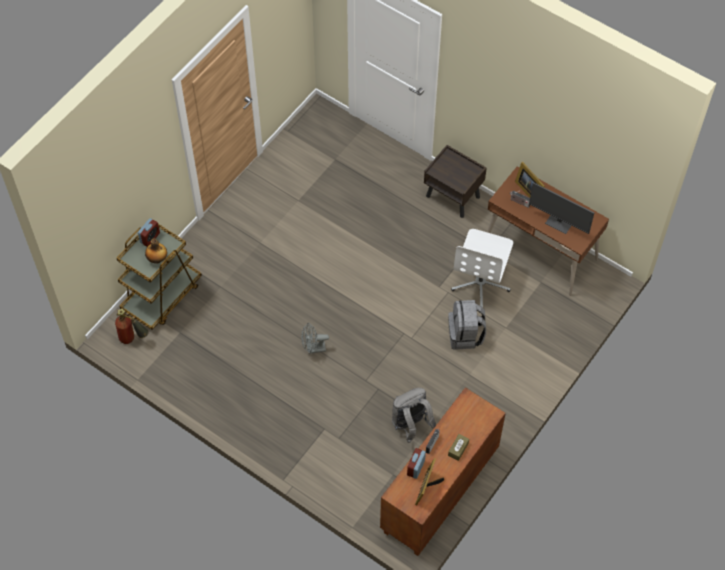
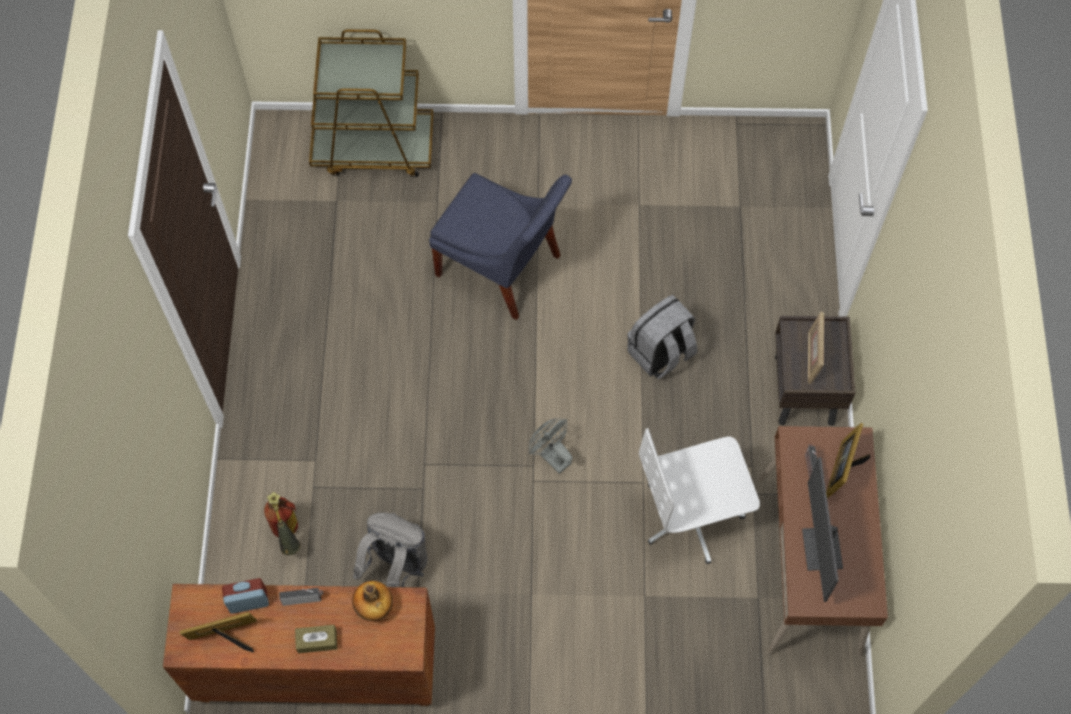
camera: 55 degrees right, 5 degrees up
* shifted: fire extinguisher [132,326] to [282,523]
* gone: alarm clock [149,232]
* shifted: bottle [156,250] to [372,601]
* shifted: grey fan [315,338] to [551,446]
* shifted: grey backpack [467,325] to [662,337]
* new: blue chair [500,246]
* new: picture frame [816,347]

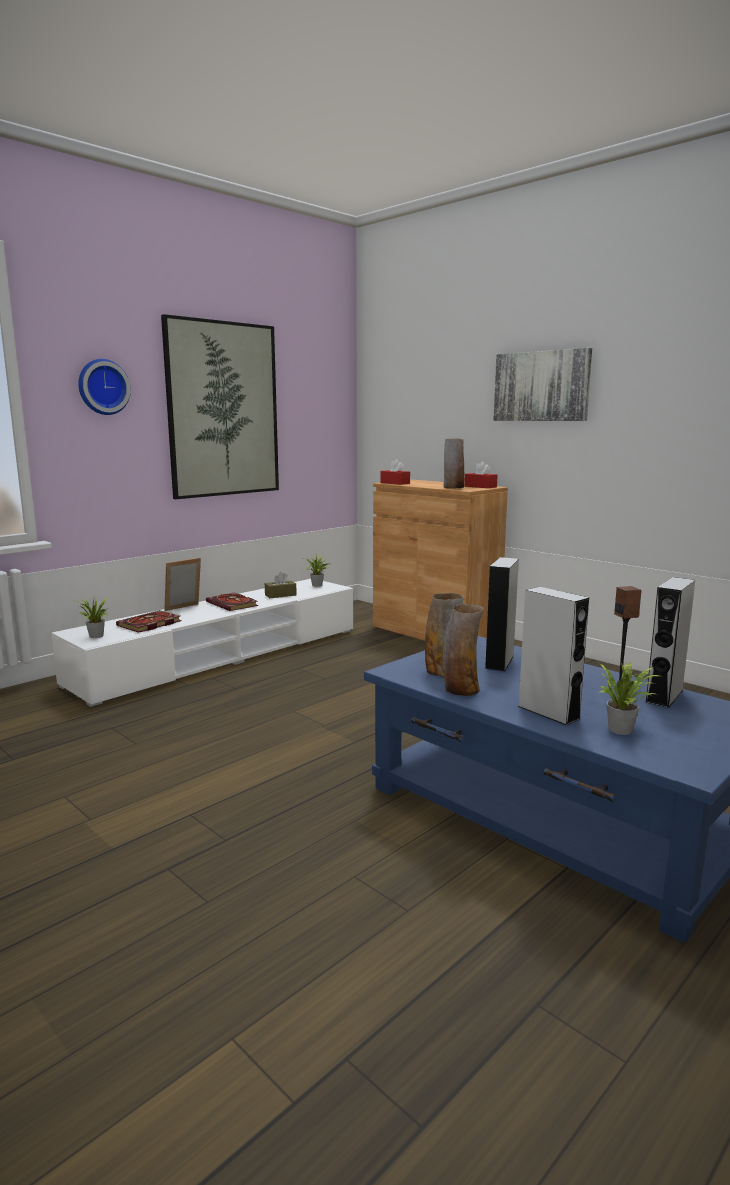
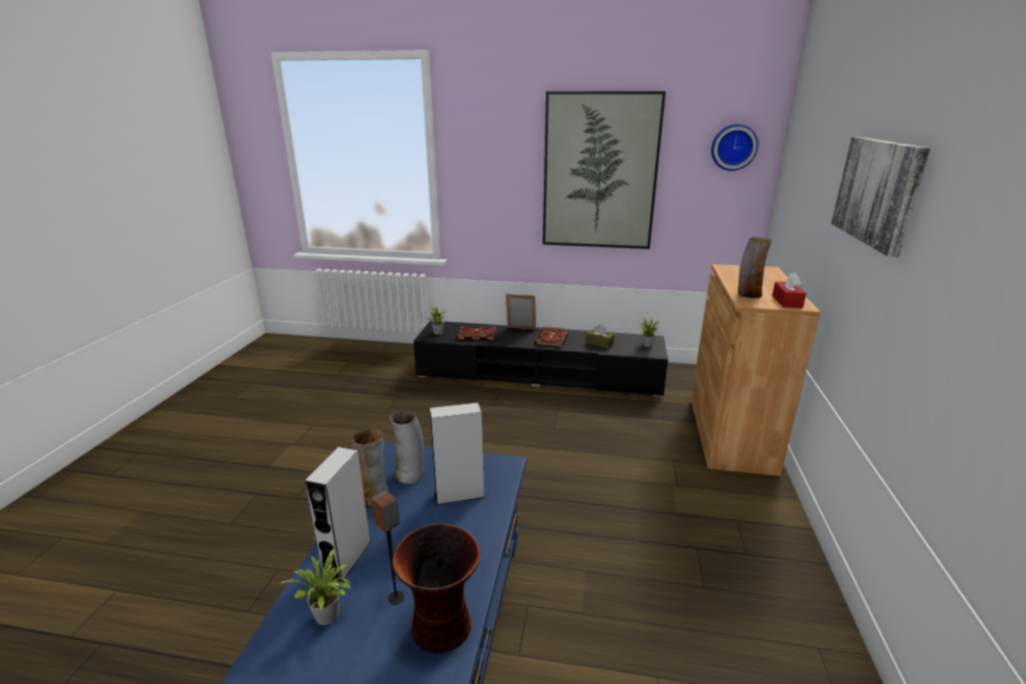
camera: 55 degrees right, 10 degrees up
* repainted: white tv stand [202,643] to black tv stand [540,359]
* shifted: wall clock [104,387] to [734,147]
* gone: red tissue box [395,472]
* swapped: grey speaker [670,642] to vase [436,589]

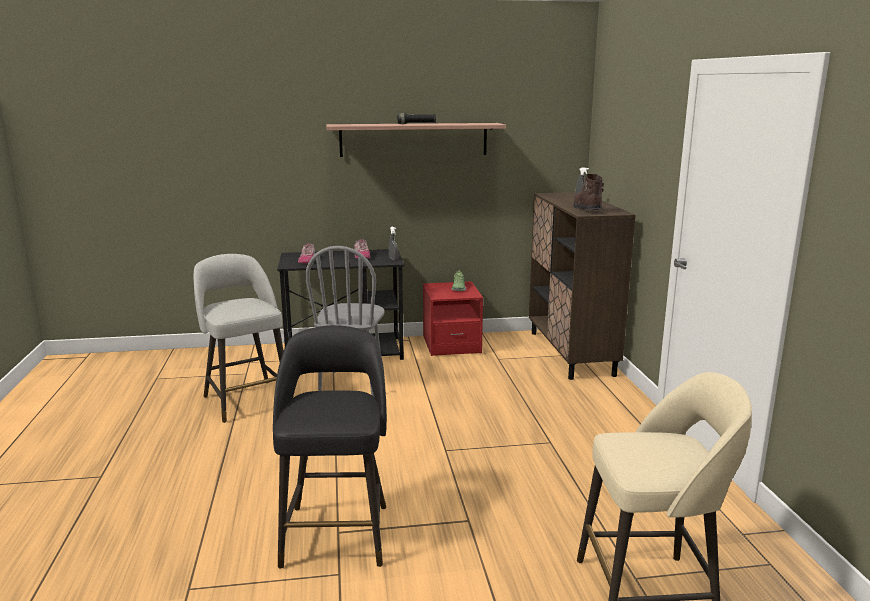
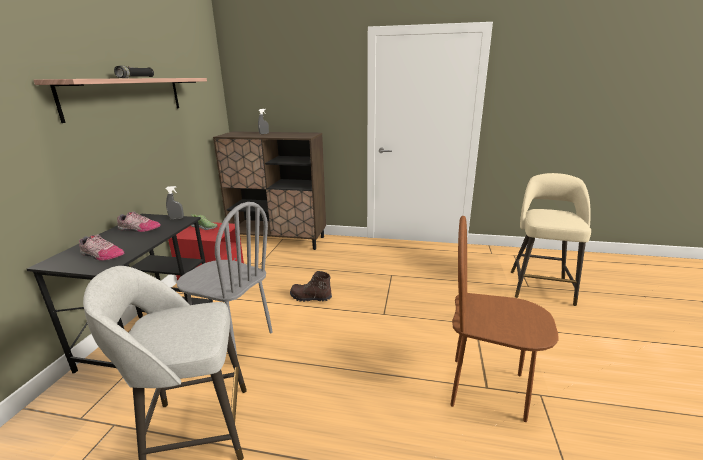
camera: 70 degrees left, 5 degrees up
* swapped: black stool [330,447] to brown chair [504,319]
* shifted: brown boot [588,192] to [311,286]

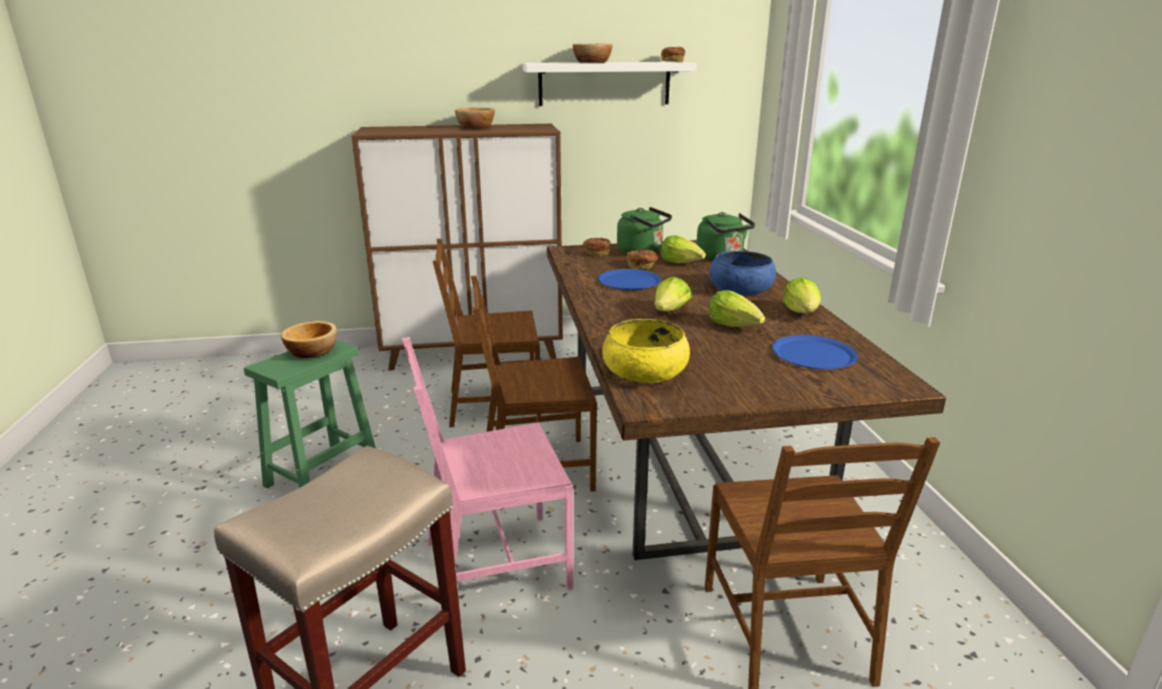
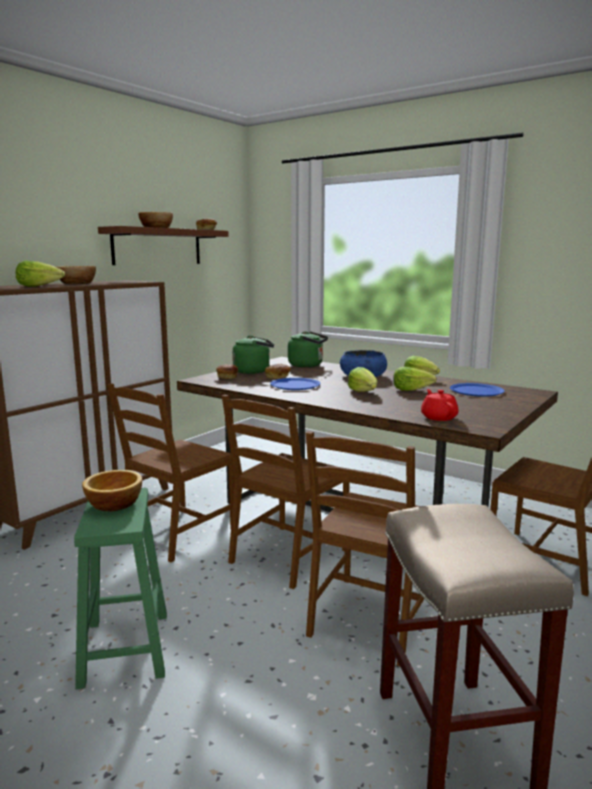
camera: 45 degrees left, 10 degrees down
* repainted: pink chair [487,474] to brown chair [365,548]
* repainted: white shelf [609,84] to brown shelf [163,245]
* swapped: yellow bowl [646,351] to red teapot [440,405]
* shifted: lettuce [683,249] to [40,273]

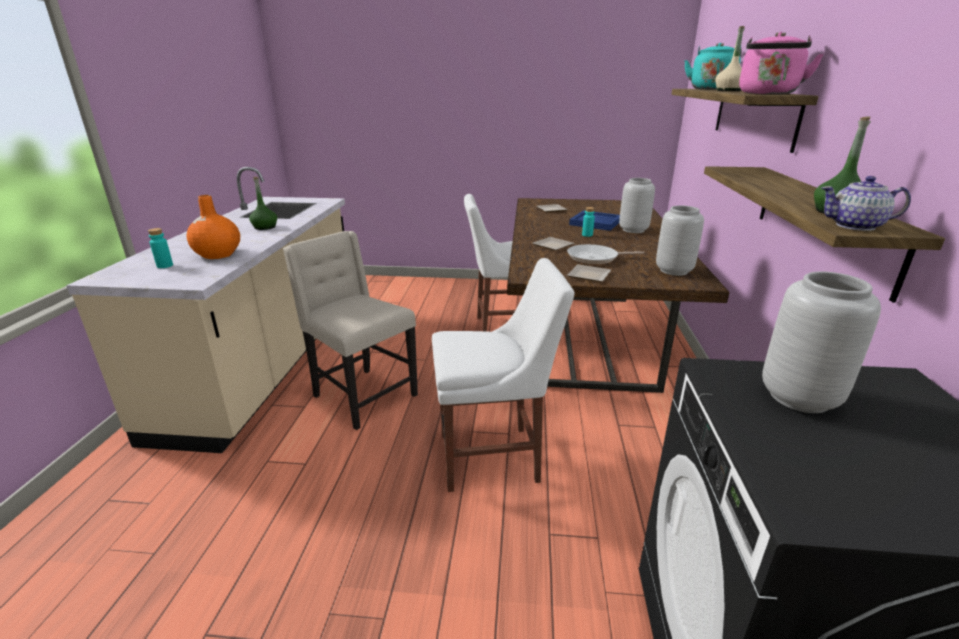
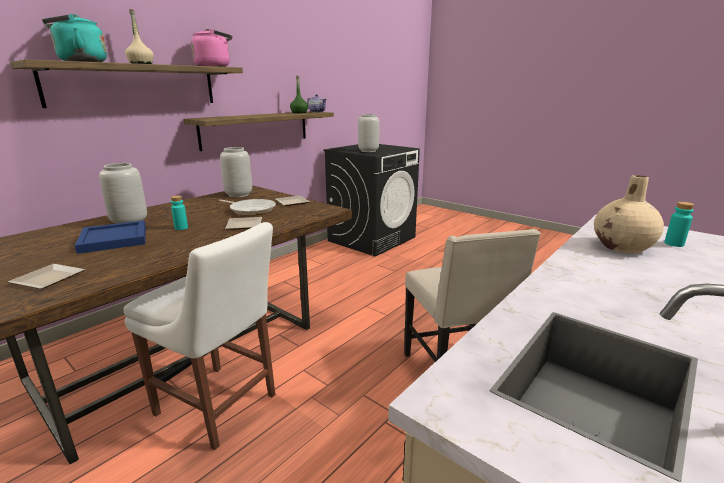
camera: 145 degrees left, 5 degrees down
* repainted: orange vase [213,227] to beige vase [629,214]
* gone: green bottle [263,203]
* gone: white chair [503,375]

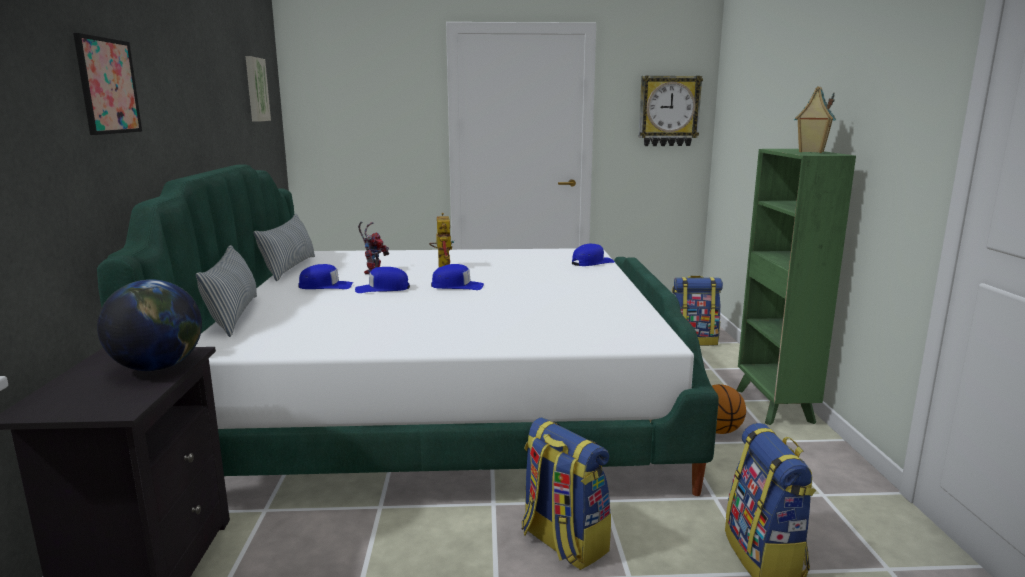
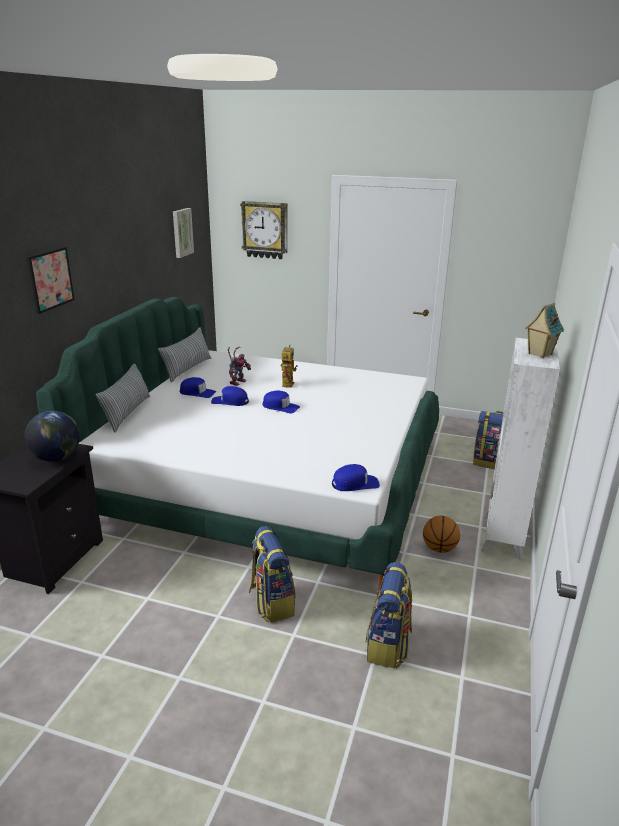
camera: 20 degrees right, 10 degrees up
* shifted: blue cap [593,255] to [356,477]
* shifted: wall clock [671,111] to [264,230]
* repainted: green bookcase [796,287] to white bookcase [520,449]

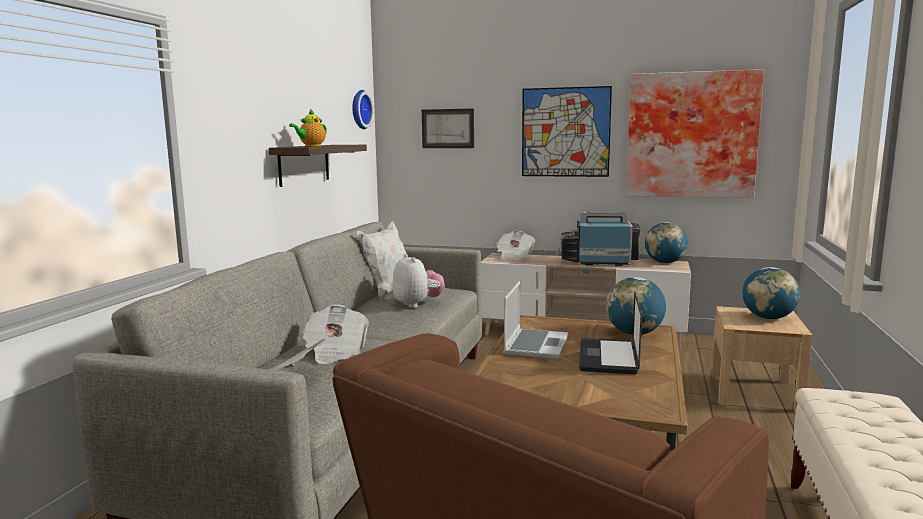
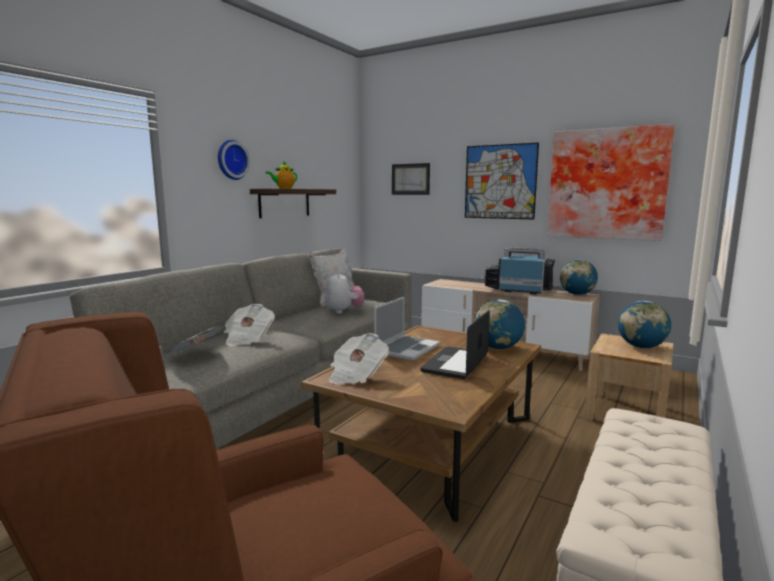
camera: 15 degrees right, 0 degrees up
* shifted: wall clock [363,109] to [234,160]
* shifted: newspaper [516,245] to [359,358]

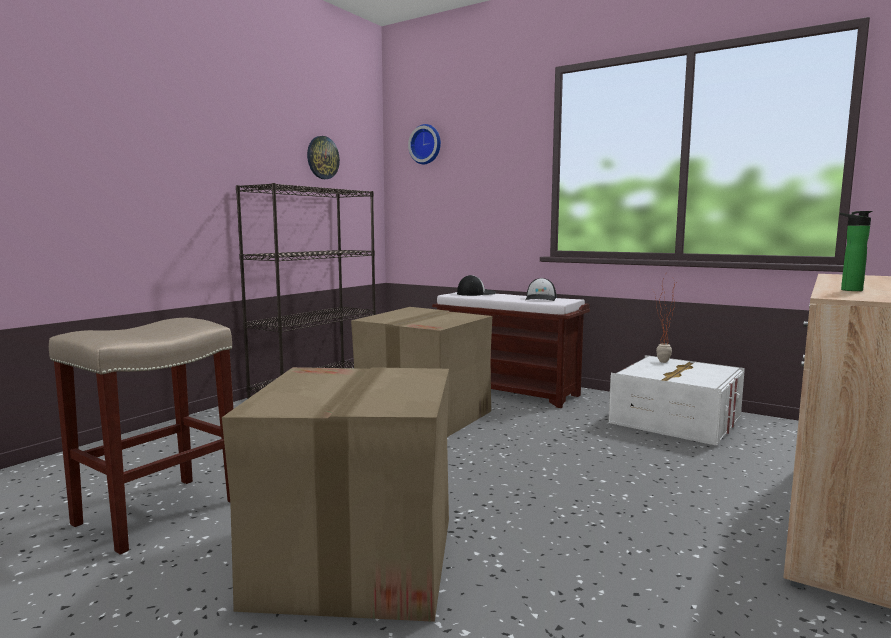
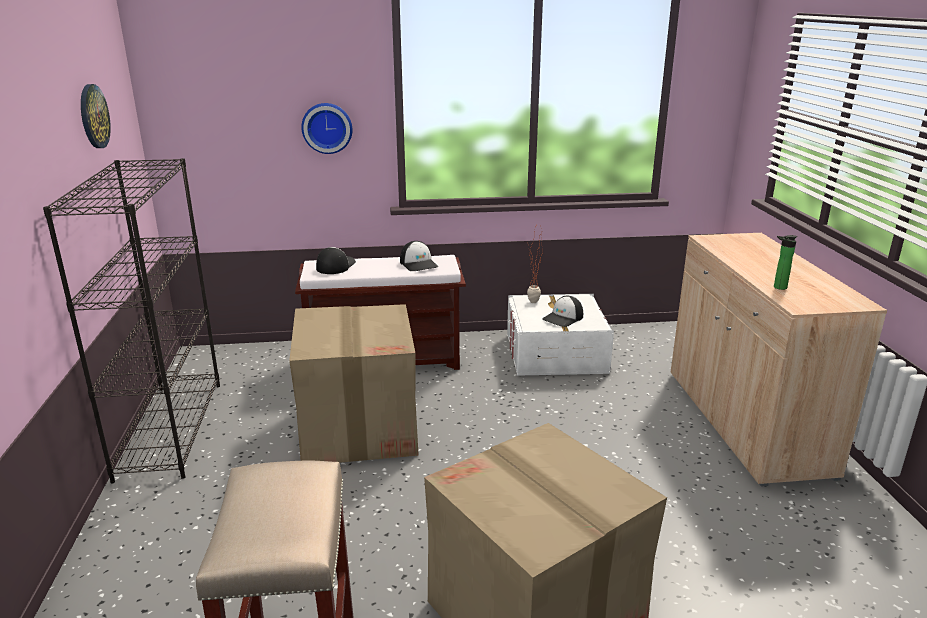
camera: 40 degrees left, 15 degrees up
* shifted: wall clock [424,144] to [327,128]
* new: cap [562,311]

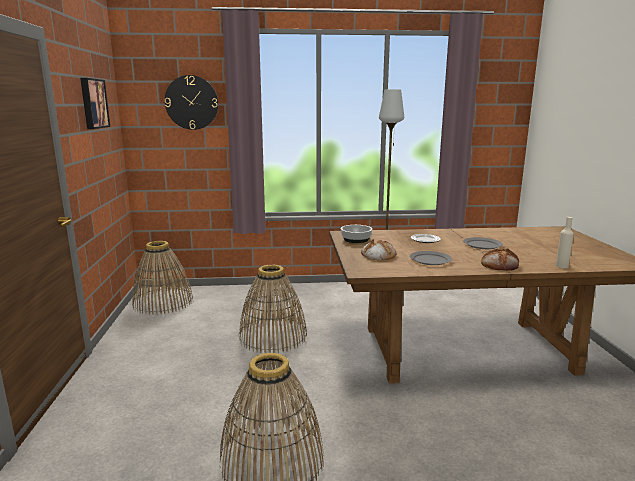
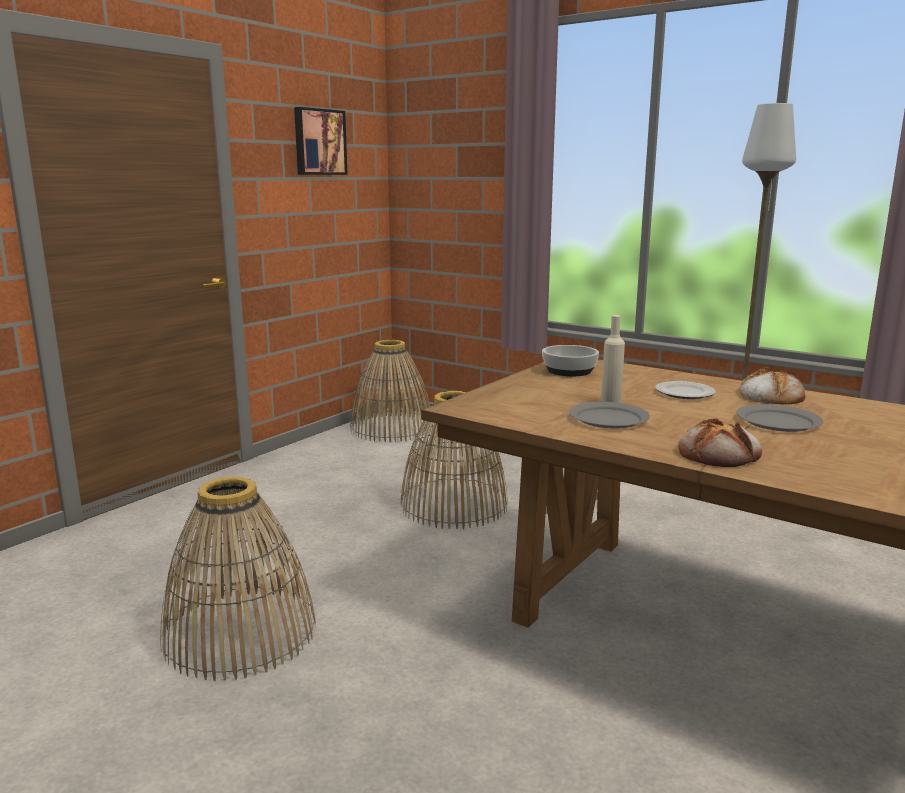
camera: 40 degrees right, 0 degrees up
* gone: wall clock [191,102]
* shifted: bread [378,249] to [772,385]
* shifted: beige bottle [565,242] to [613,359]

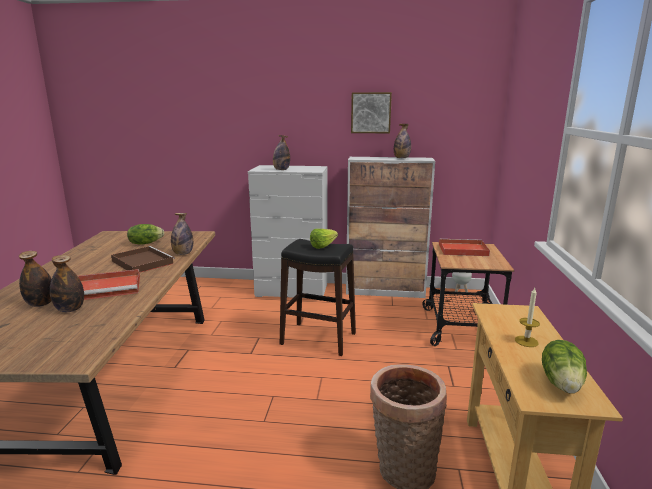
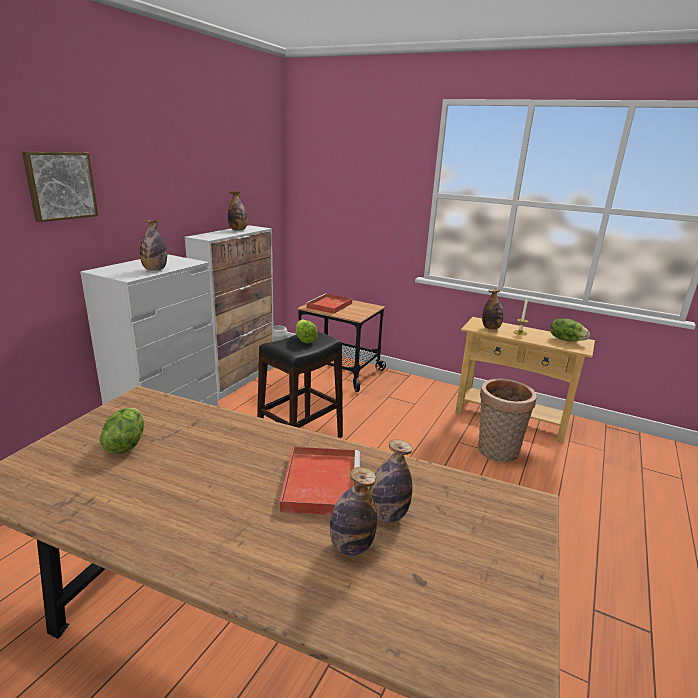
camera: 70 degrees left, 5 degrees up
* gone: brown tray [143,259]
* shifted: bottle [182,234] to [493,309]
* shifted: picture [371,112] to [60,187]

